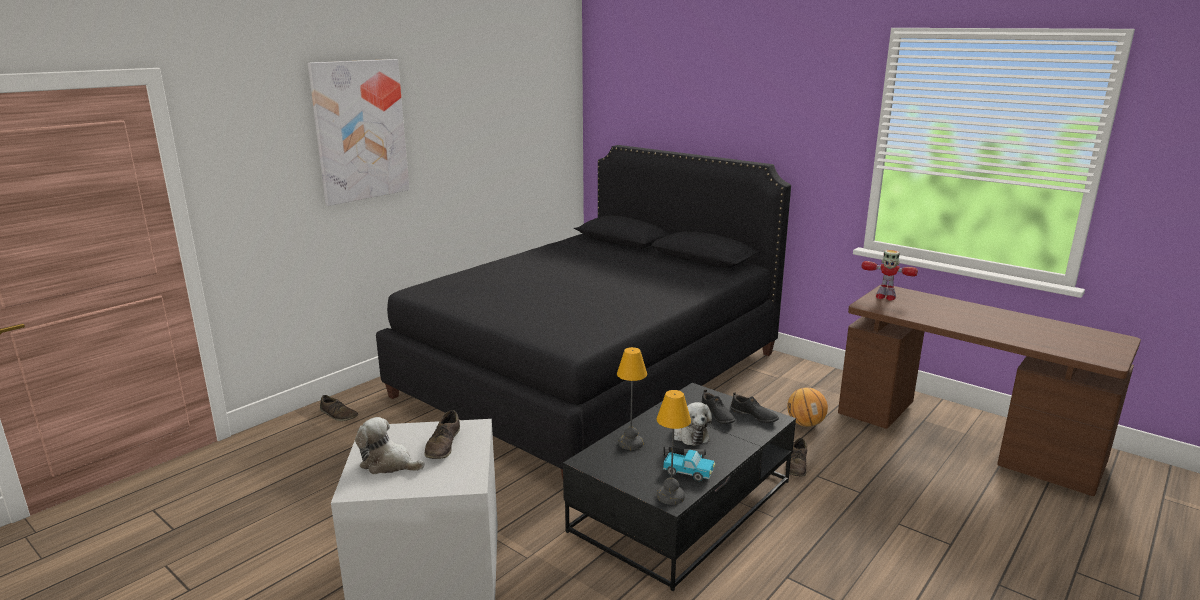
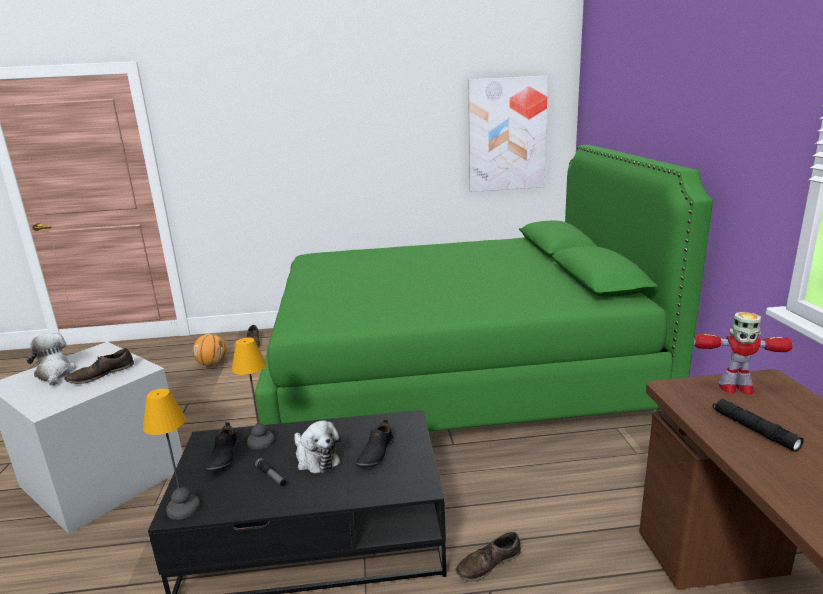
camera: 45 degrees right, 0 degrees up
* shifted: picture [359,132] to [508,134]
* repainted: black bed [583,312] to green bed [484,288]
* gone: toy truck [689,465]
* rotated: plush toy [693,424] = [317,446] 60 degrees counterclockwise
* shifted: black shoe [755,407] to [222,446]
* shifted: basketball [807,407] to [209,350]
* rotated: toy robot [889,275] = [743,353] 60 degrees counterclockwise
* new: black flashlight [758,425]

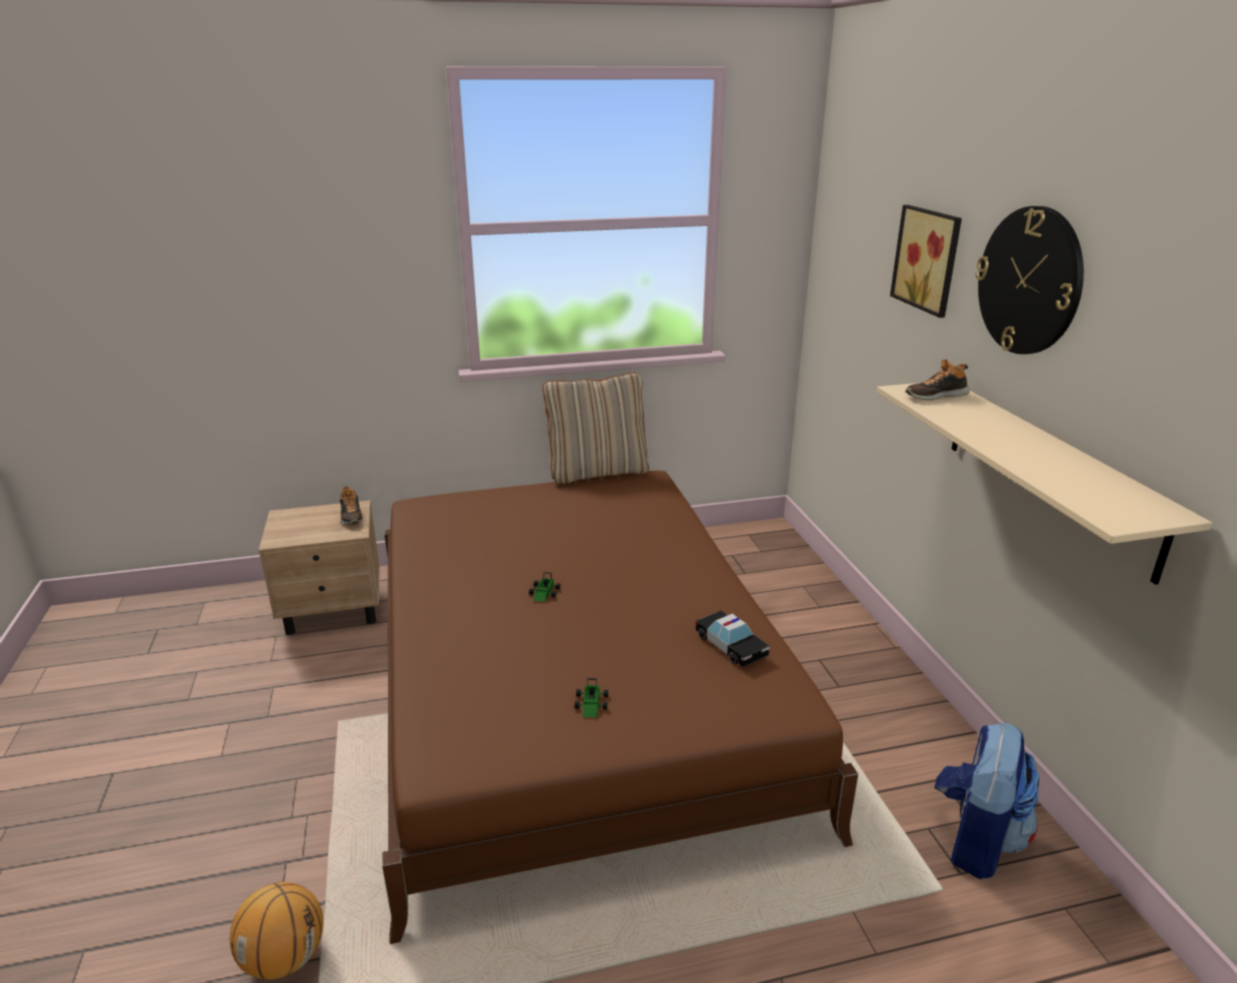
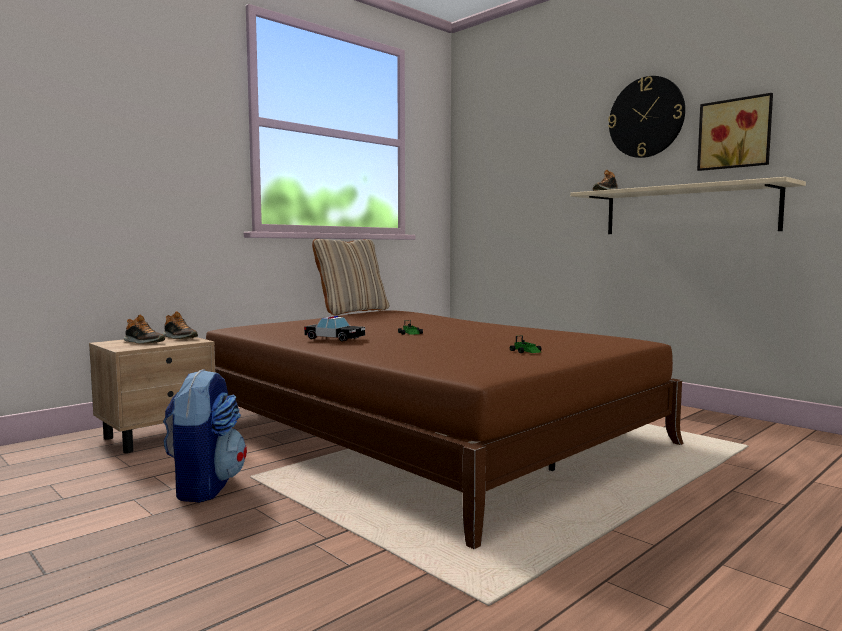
camera: 30 degrees left, 20 degrees down
* gone: basketball [276,931]
* shifted: toy car [733,639] to [334,329]
* shifted: picture [926,261] to [735,132]
* shifted: backpack [986,800] to [205,435]
* new: shoe [144,329]

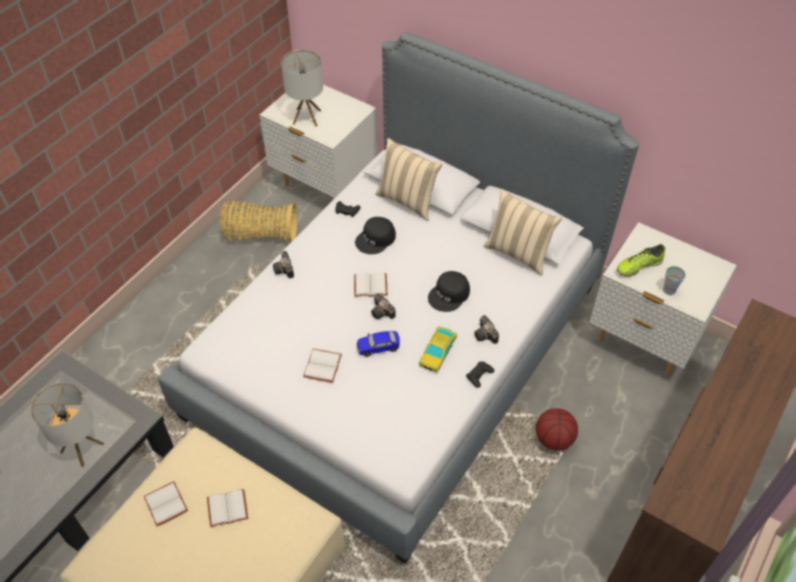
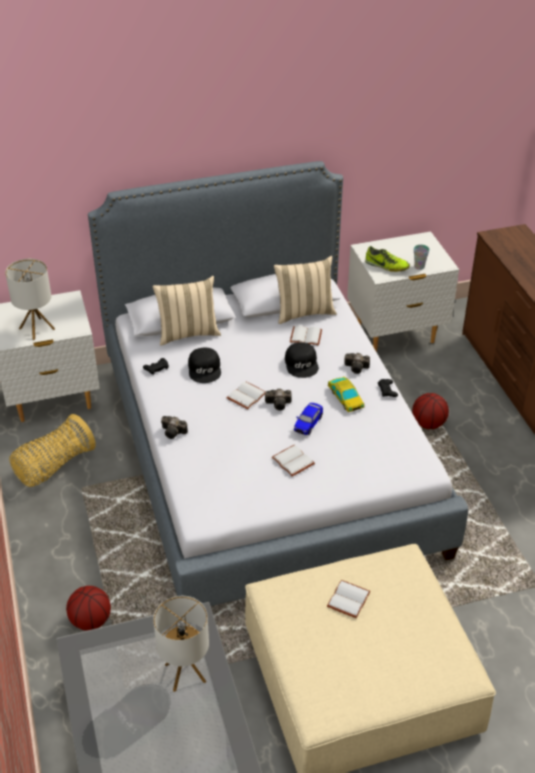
camera: 50 degrees left, 10 degrees down
* shifted: white book [166,504] to [306,335]
* rotated: shoe [641,260] = [387,259] 75 degrees counterclockwise
* new: basketball [88,608]

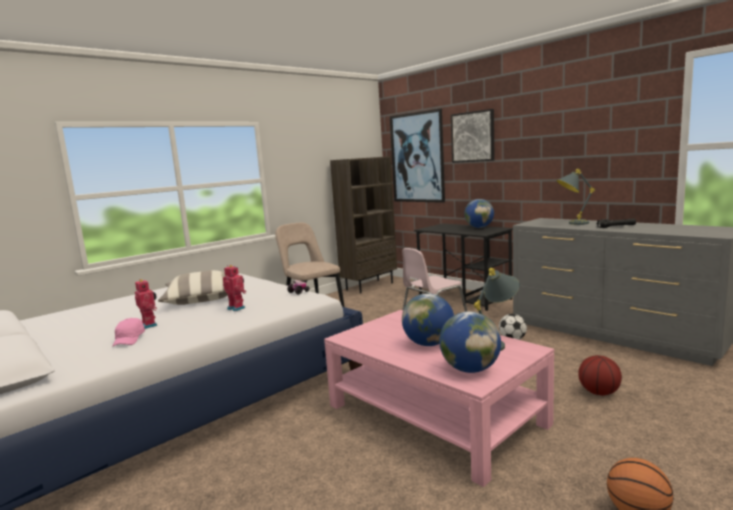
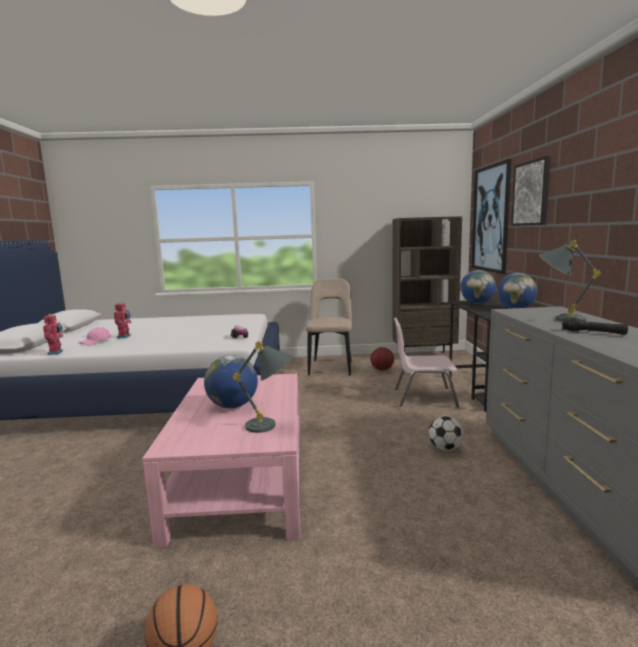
camera: 40 degrees right, 0 degrees up
* gone: pillow [193,287]
* shifted: toy robot [234,288] to [53,334]
* shifted: globe [470,342] to [478,287]
* shifted: basketball [600,375] to [382,359]

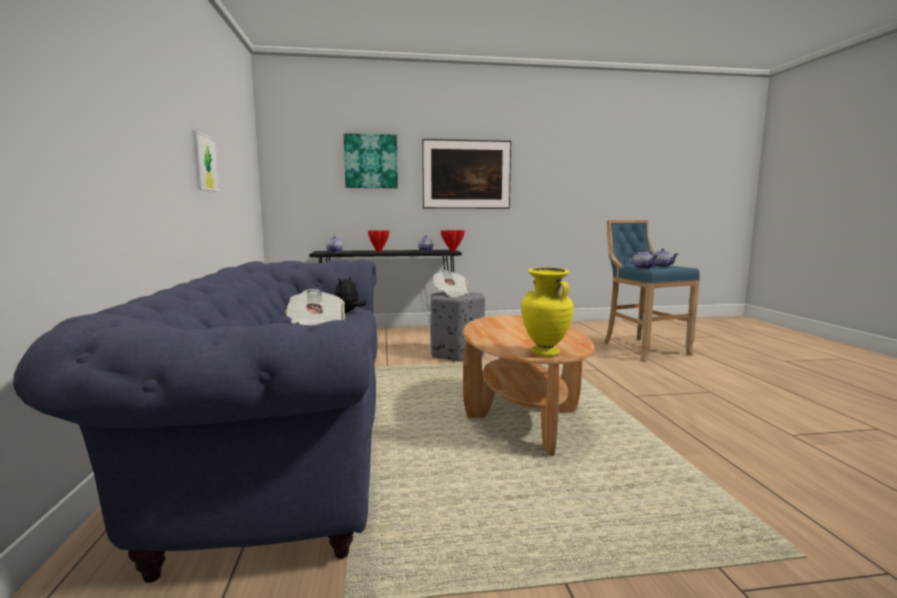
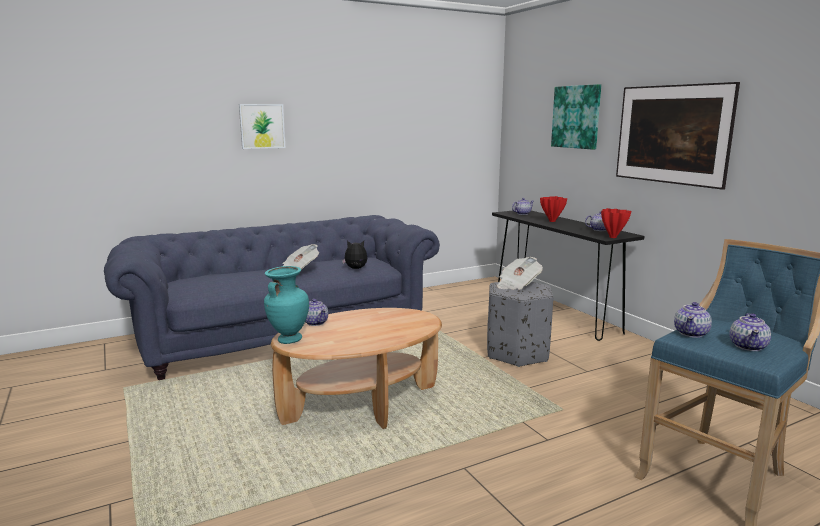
camera: 70 degrees right, 5 degrees up
* shifted: picture [206,161] to [262,126]
* repainted: yellow vase [547,312] to turquoise vase [286,305]
* new: teapot [316,312]

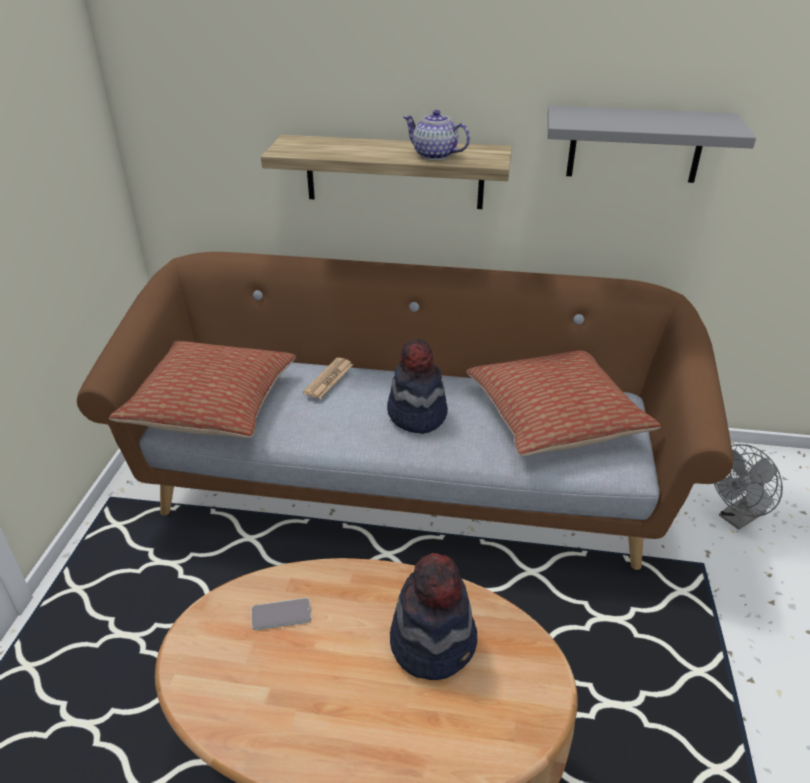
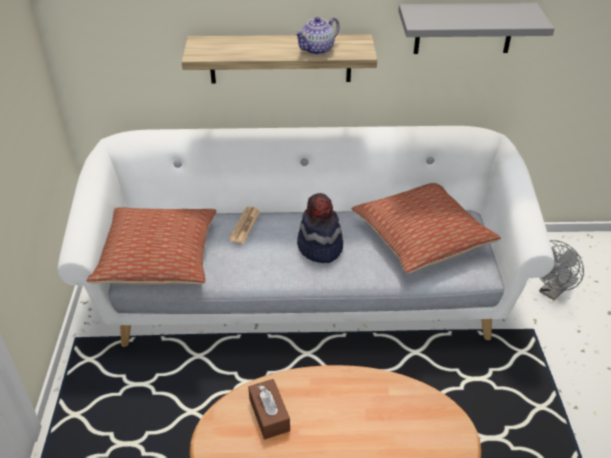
camera: 10 degrees left, 5 degrees up
* repainted: brown sofa [405,411] to white sofa [306,236]
* swapped: phone [281,614] to brown tissue box [269,409]
* gone: hat [433,616]
* rotated: teapot [436,135] = [317,36] 60 degrees counterclockwise

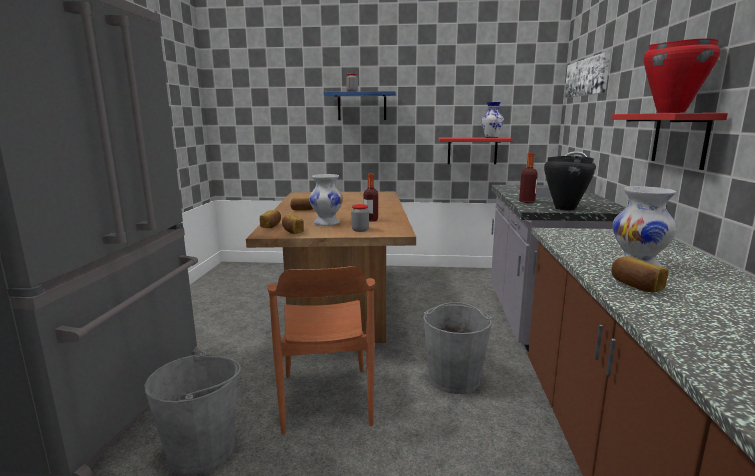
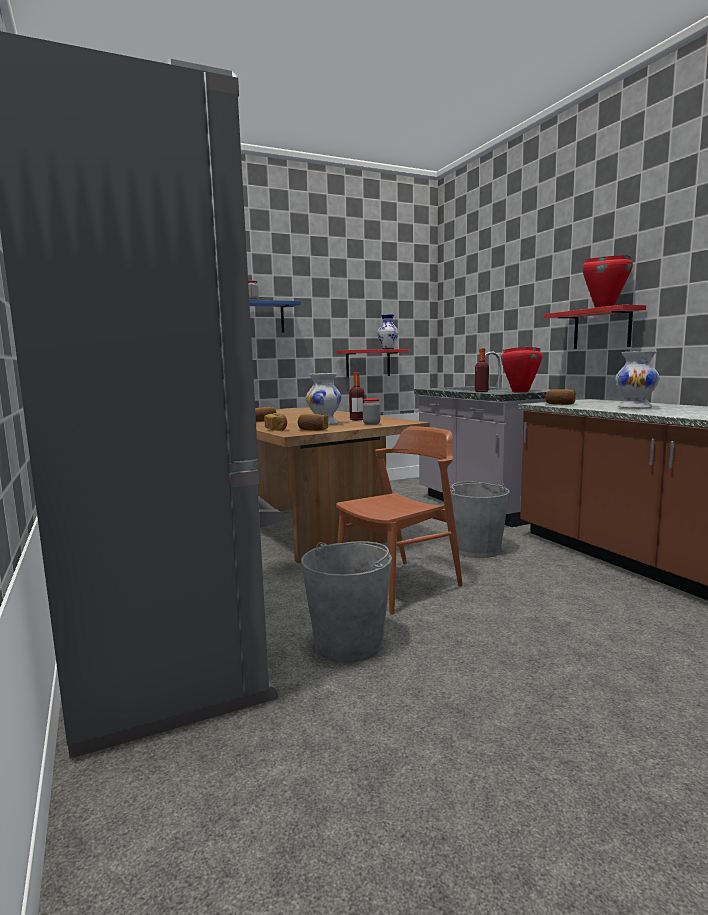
camera: 30 degrees left, 5 degrees down
* rotated: brown chair [321,350] = [399,520] 90 degrees counterclockwise
* repainted: black cooking pot [570,183] to red cooking pot [522,369]
* gone: picture [587,75]
* shifted: bread [640,274] to [560,397]

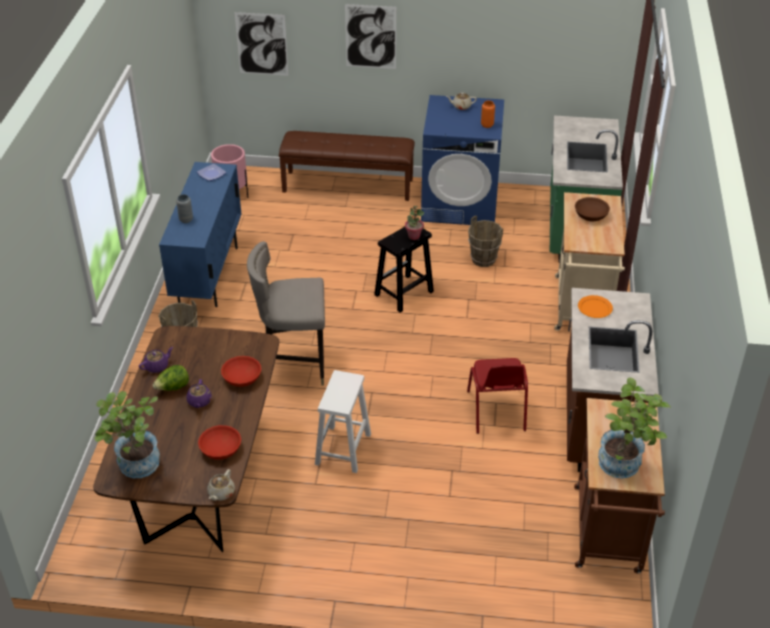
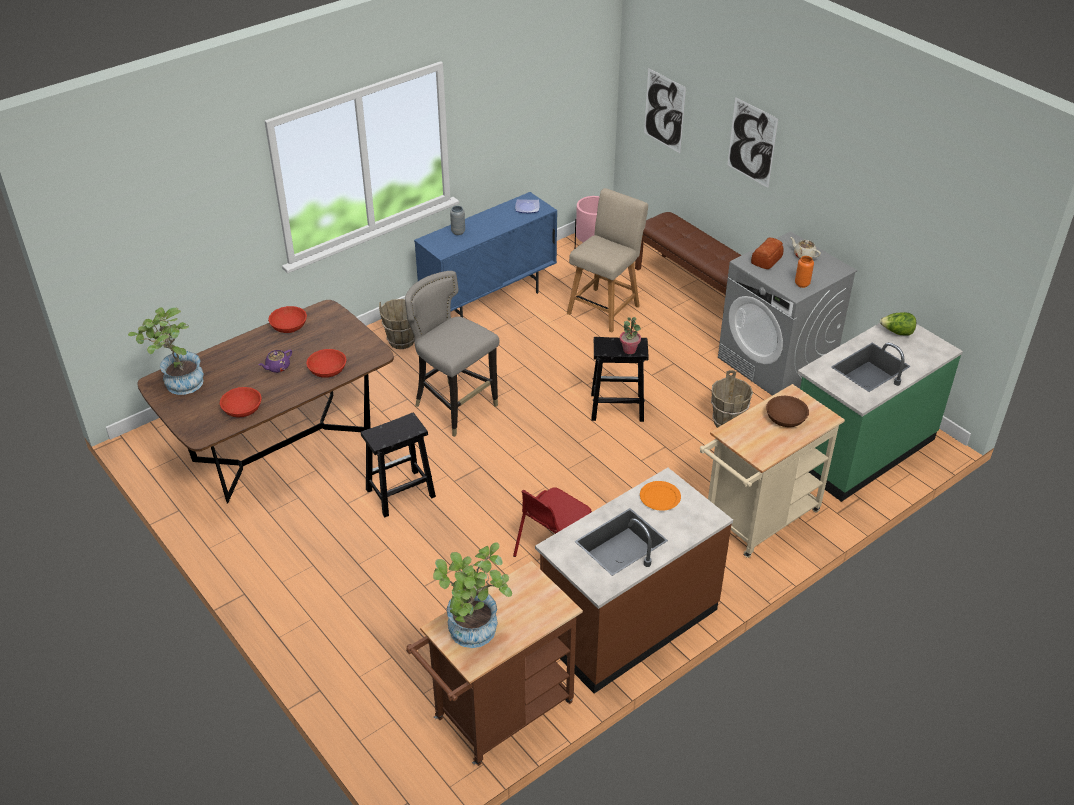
camera: 45 degrees right, 0 degrees up
* swapped: purple teapot [156,360] to red bowl [287,319]
* shifted: lettuce [171,378] to [898,323]
* gone: beige teapot [221,485]
* repainted: white stool [343,421] to black stool [398,465]
* repainted: blue washing machine [462,160] to grey washing machine [787,313]
* new: beige chair [607,260]
* new: bread [767,253]

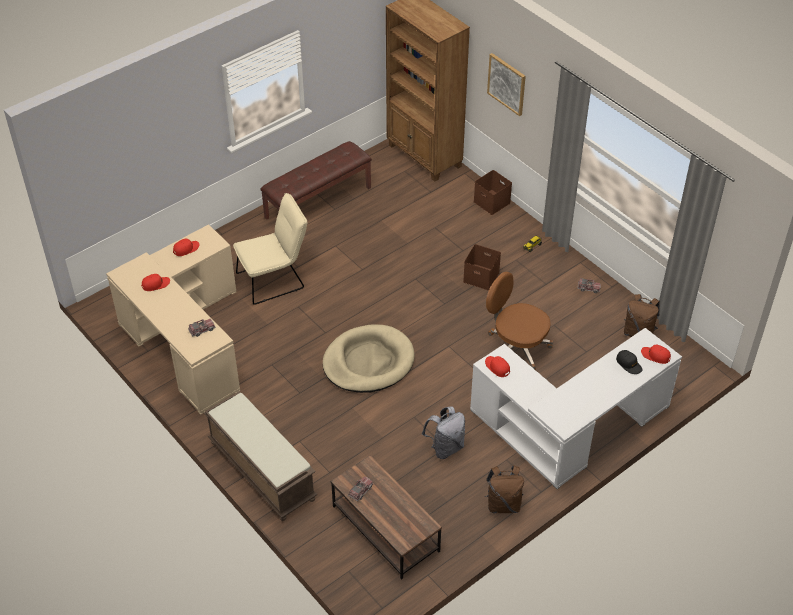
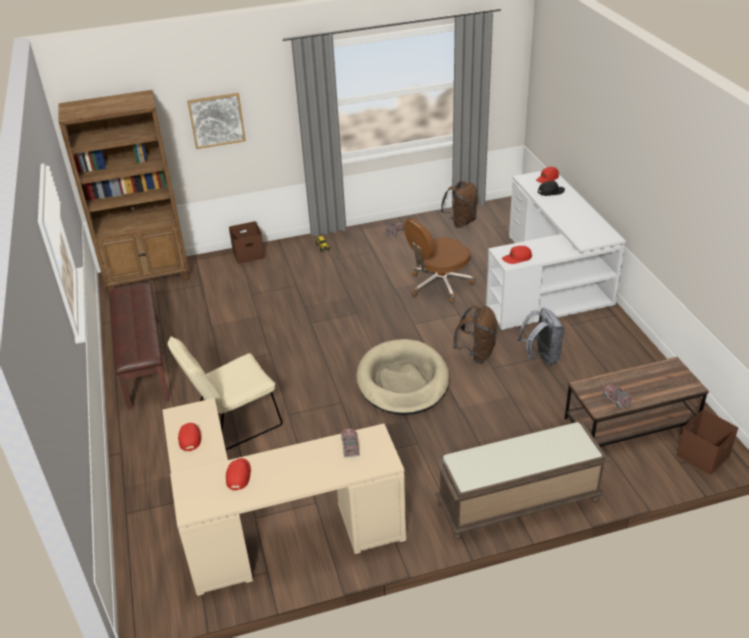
camera: 65 degrees left, 10 degrees down
* rotated: beige chair [270,249] = [225,393] 120 degrees counterclockwise
* shifted: brown storage box [482,267] to [707,442]
* shifted: brown backpack [504,489] to [475,334]

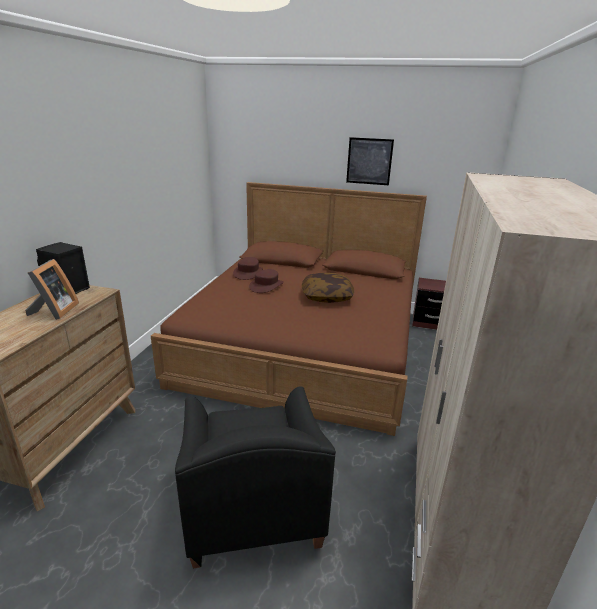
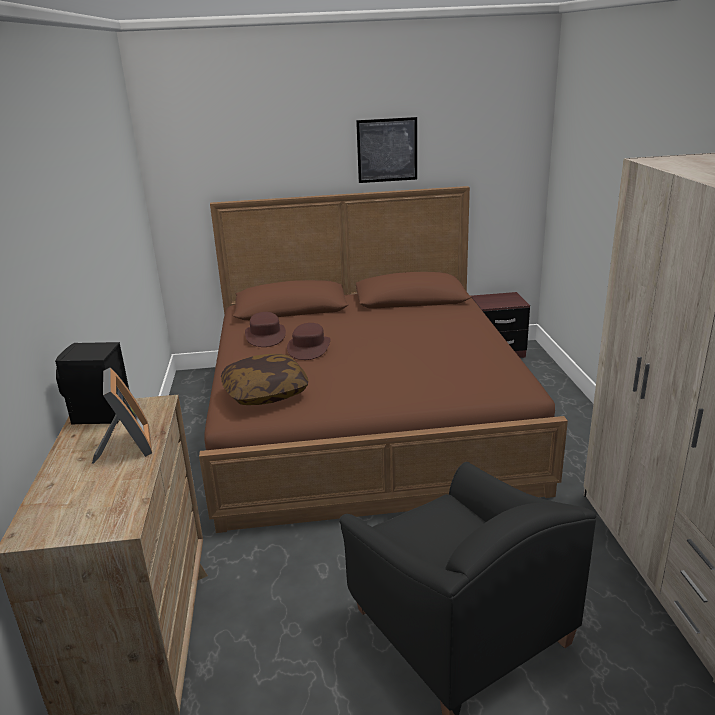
camera: 20 degrees left, 0 degrees up
* shifted: pillow [328,288] to [265,379]

